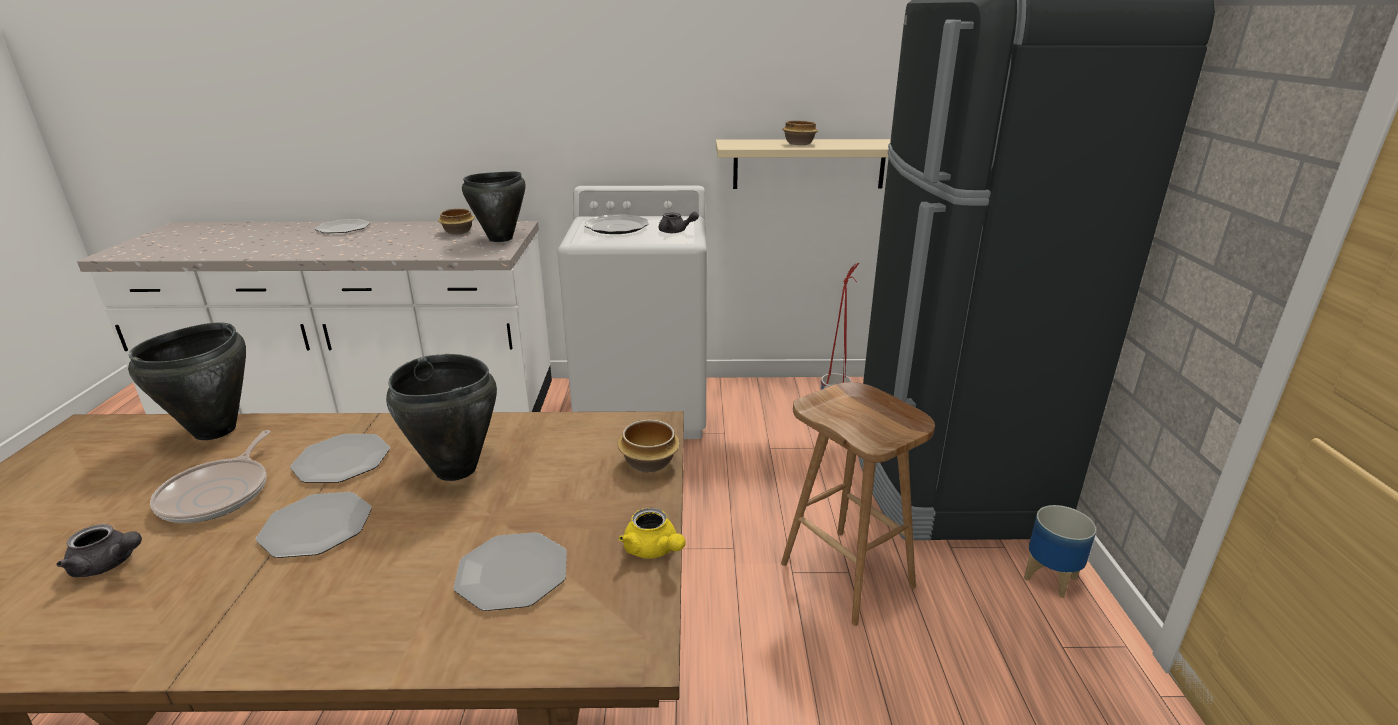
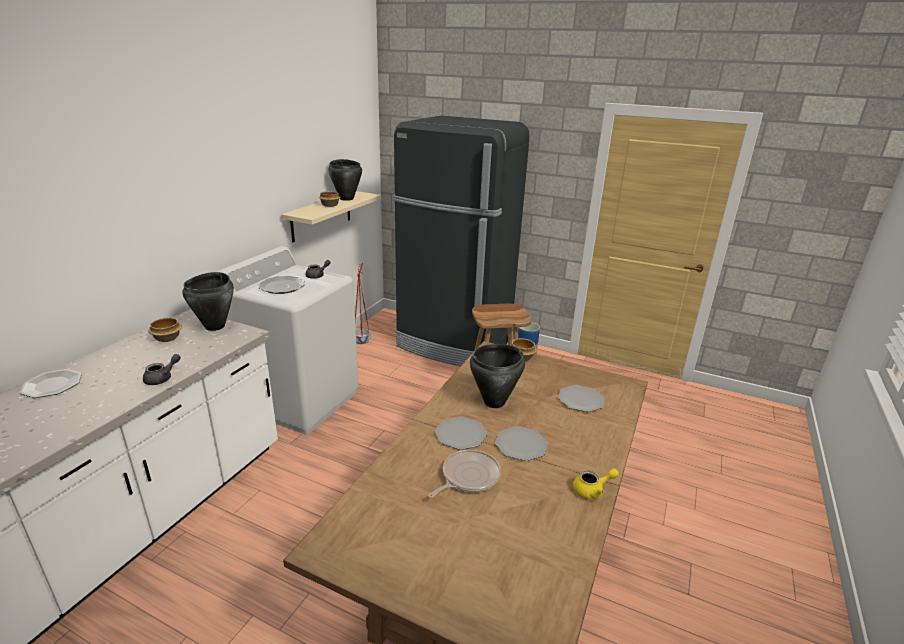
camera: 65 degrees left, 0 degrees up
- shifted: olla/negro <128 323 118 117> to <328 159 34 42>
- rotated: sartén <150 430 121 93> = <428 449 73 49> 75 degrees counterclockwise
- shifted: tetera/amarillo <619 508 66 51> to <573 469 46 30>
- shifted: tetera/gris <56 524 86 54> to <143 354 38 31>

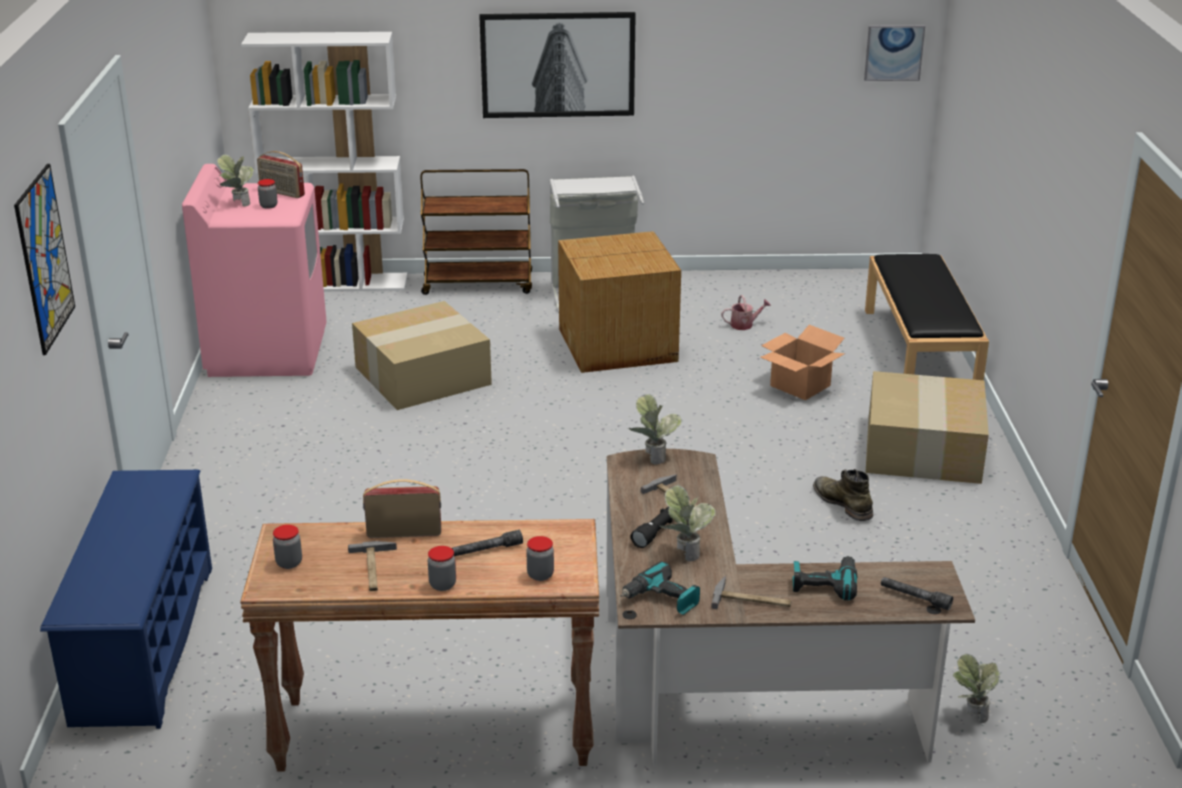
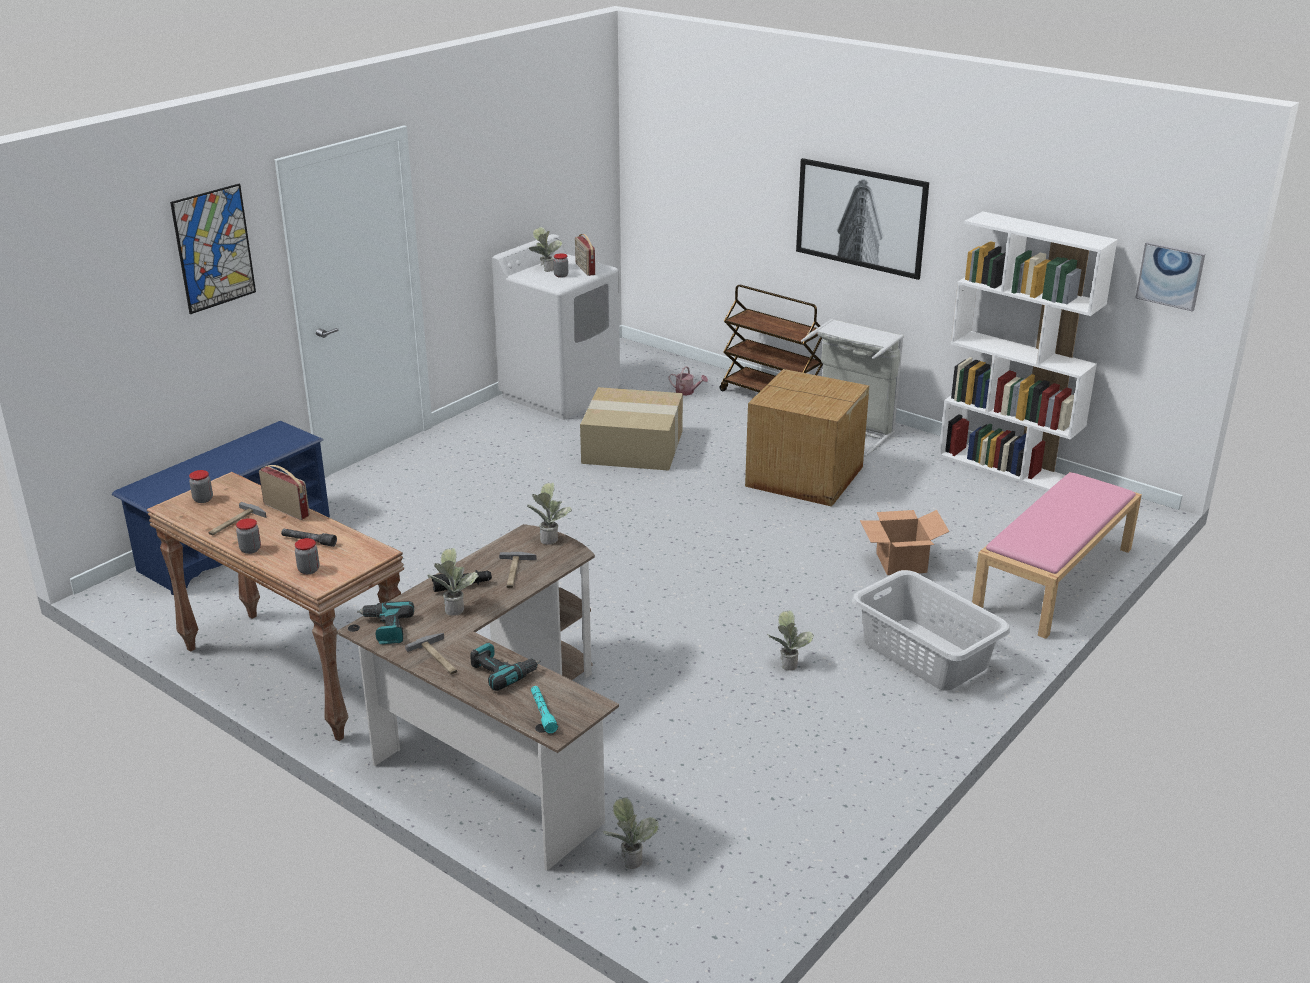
camera: 40 degrees right, 0 degrees up
- shifted: estantería/blanco <241 32 166 259> to <938 211 180 280>
- repainted: lavadora/rosa <182 164 145 213> to lavadora/blanco <492 234 128 186>
- repainted: banco/negro <865 254 124 126> to banco/rosa <972 472 170 167>
- shifted: regadera <722 295 49 35> to <668 366 40 30>
- swapped: caja de cartón <865 371 124 113> to cesto de la ropa/gris <852 570 158 121>
- swapped: bota/verde <813 469 60 52> to planta en maceta <767 611 47 59>
- repainted: linterna/gris <881 577 72 33> to linterna/turquesa <531 686 27 48>

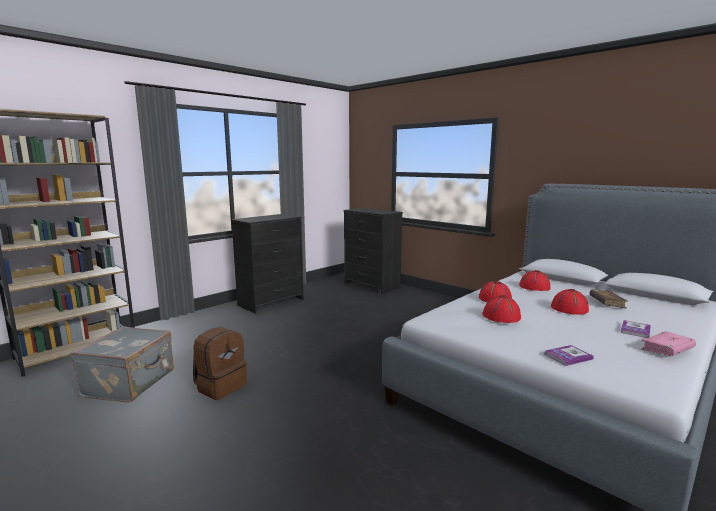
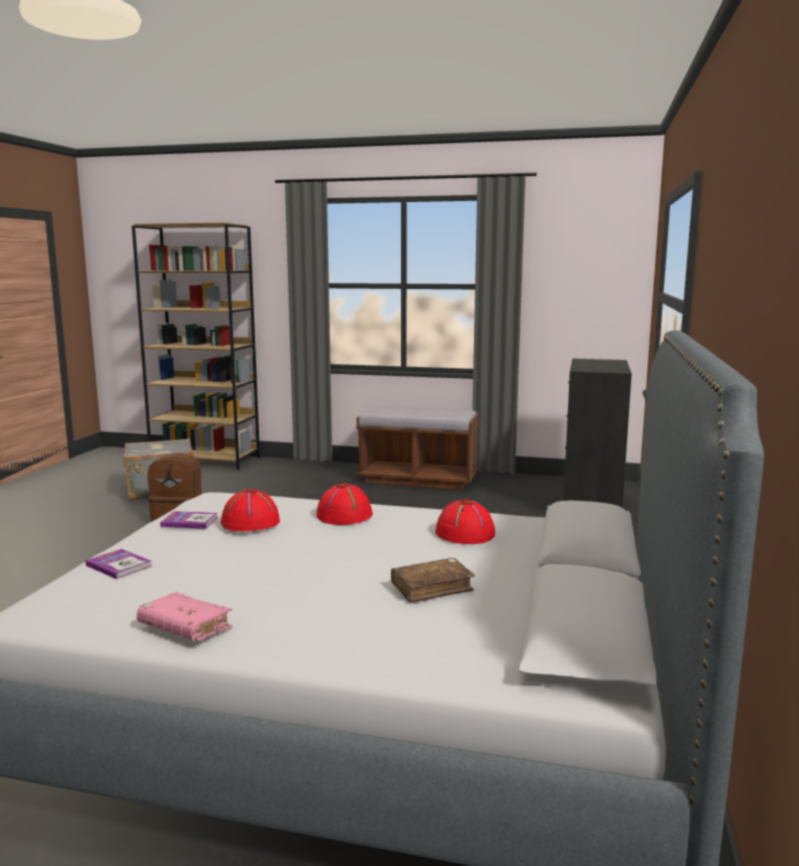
camera: 60 degrees right, 0 degrees up
- swapped: cómoda/negro <231 214 73 100> to banco/marrón <356 407 123 82>
- gone: sombrero/rojo <551 289 38 26>
- shifted: libro <620 320 31 18> to <160 511 58 18>

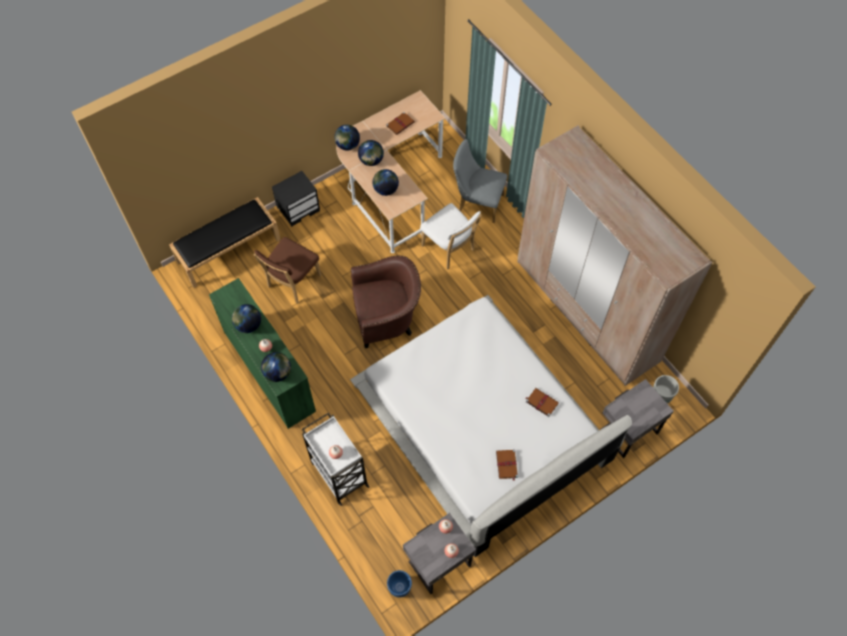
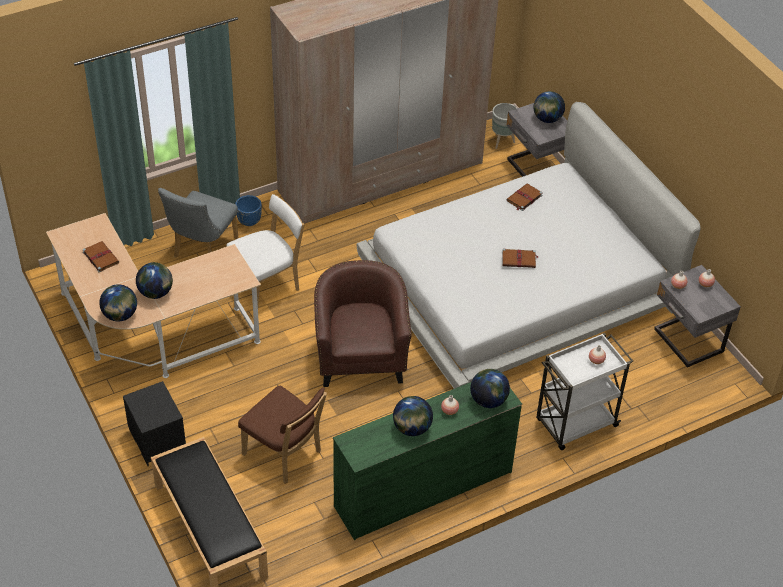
camera: 85 degrees left, 15 degrees down
- shifted: globo terráqueo <373 169 26 27> to <534 91 31 32>
- shifted: libro/marrón <496 450 22 30> to <502 248 36 20>
- shifted: maceta/azul <387 570 25 28> to <235 195 27 31>

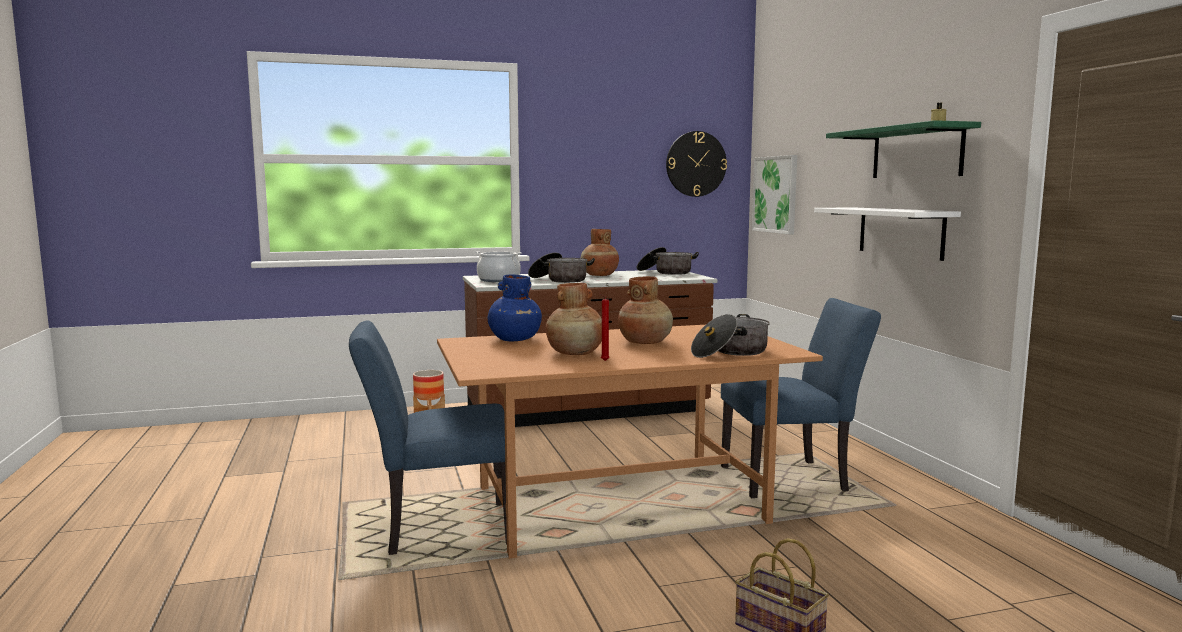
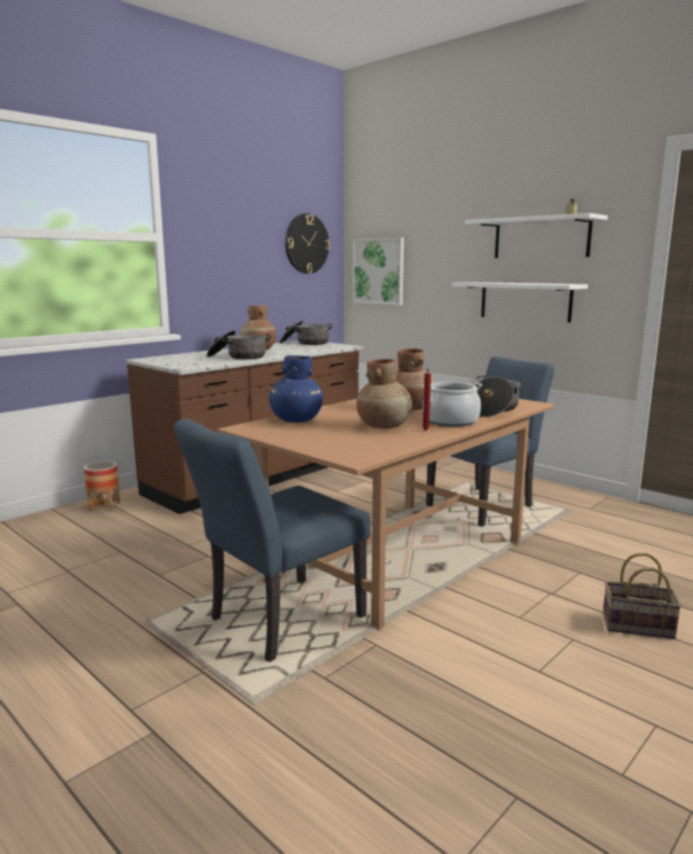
camera: 30 degrees left, 5 degrees up
- repainted: estante/verde <826 120 155 58> to estante/blanco <465 213 143 45>
- shifted: olla <476 251 46 31> to <422 382 61 45>

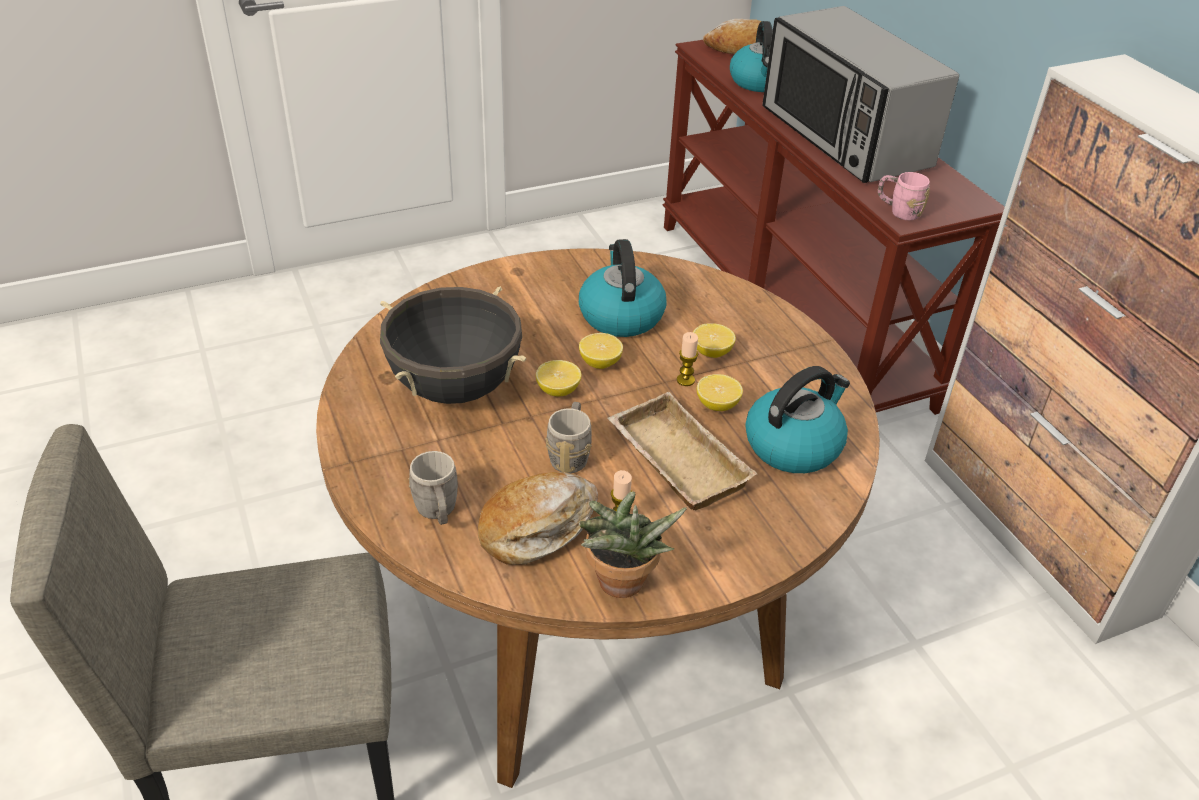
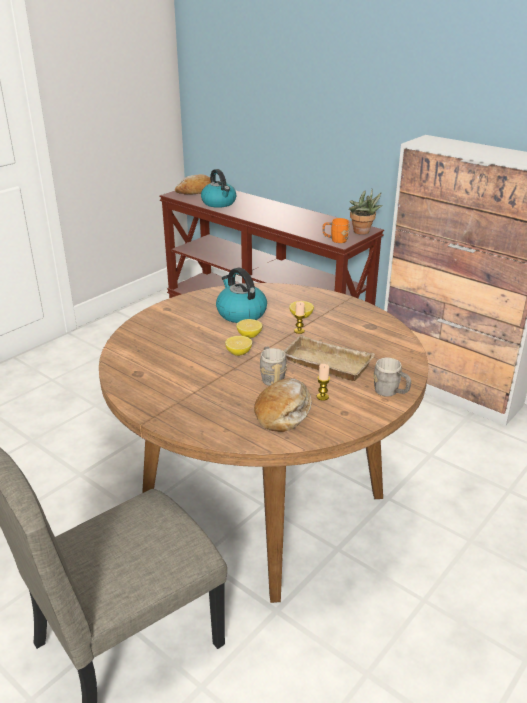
camera: 25 degrees left, 10 degrees down
- gone: microondas <762 6 197 177>
- repainted: taza grande/rosa <878 172 52 48> to taza grande/naranja <322 218 28 25>
- gone: olla/negro <380 286 146 118>
- gone: hervidor <745 366 105 107>
- gone: limón <697 374 46 37>
- shifted: taza grande/gris <408 451 50 74> to <373 358 38 39>
- shifted: planta en maceta <579 491 108 107> to <349 189 34 46>

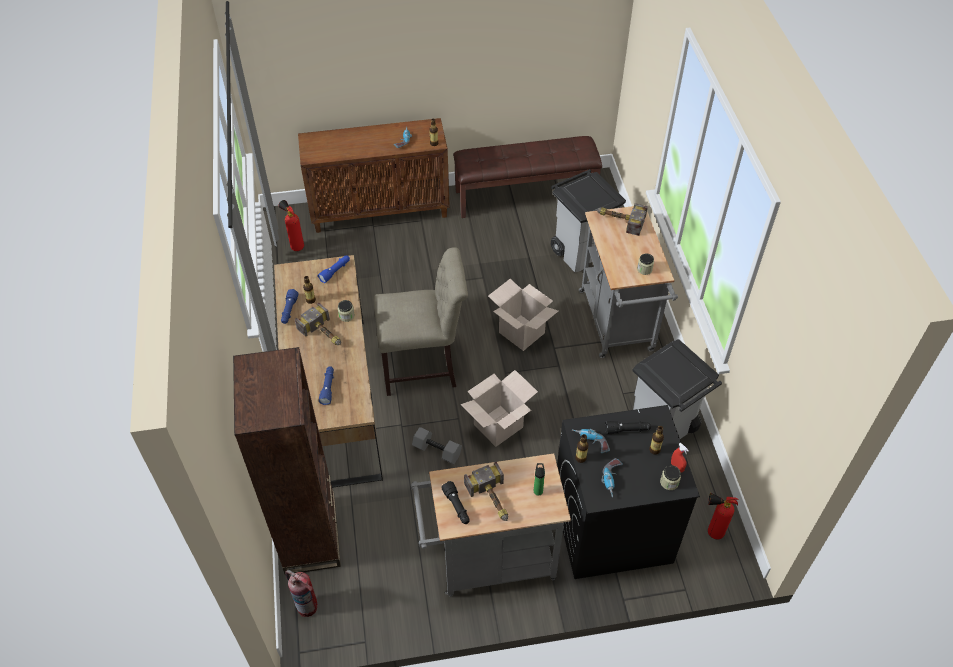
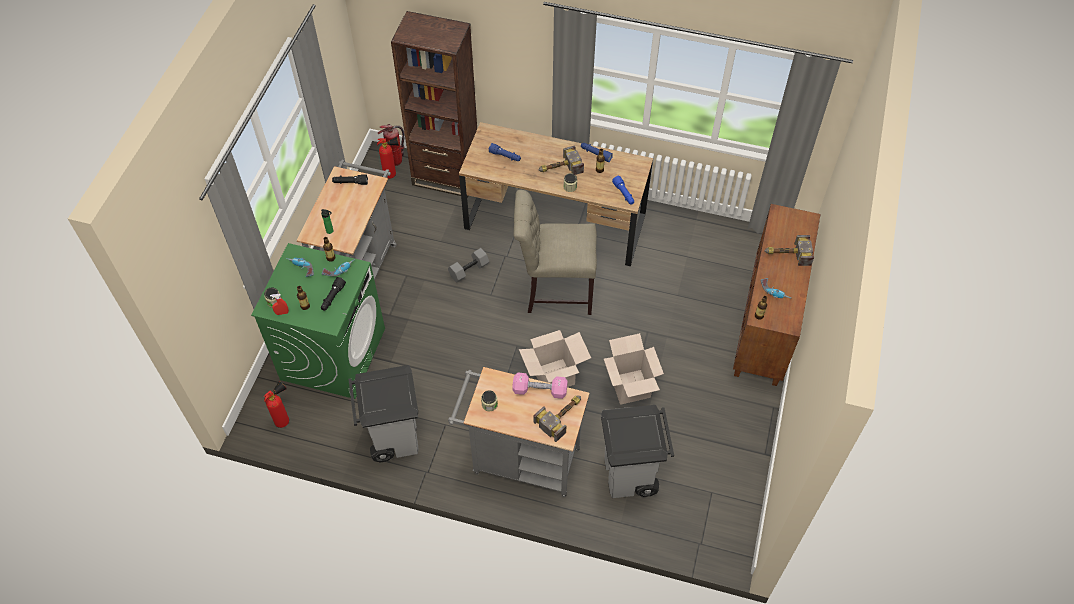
camera: 115 degrees right, 5 degrees up
- gone: banco/marrón <453 136 149 82>
- shifted: extintor <278 200 26 51> to <377 137 22 42>
- rotated: silla/beis <374 247 94 149> = <513 190 84 125> 75 degrees clockwise
- shifted: caja de cartón <461 370 77 77> to <604 333 60 72>
- repainted: lavadora/negro <557 405 143 174> to lavadora/verde <251 243 134 156>
- shifted: martillo <464 462 44 59> to <764 235 50 31>
- new: mancuerna/rosa <512 373 56 26>

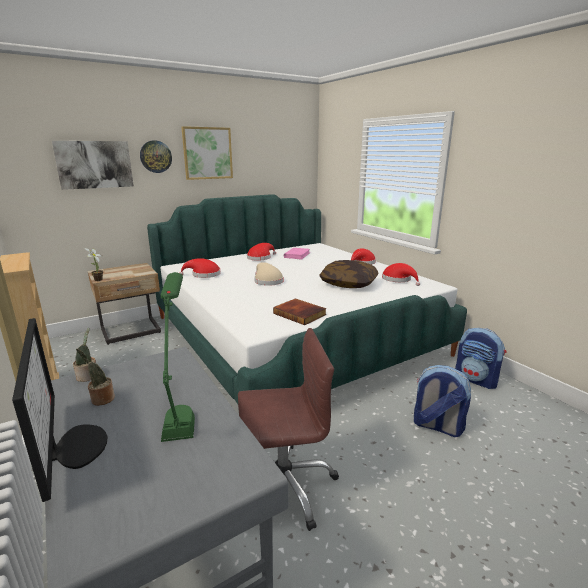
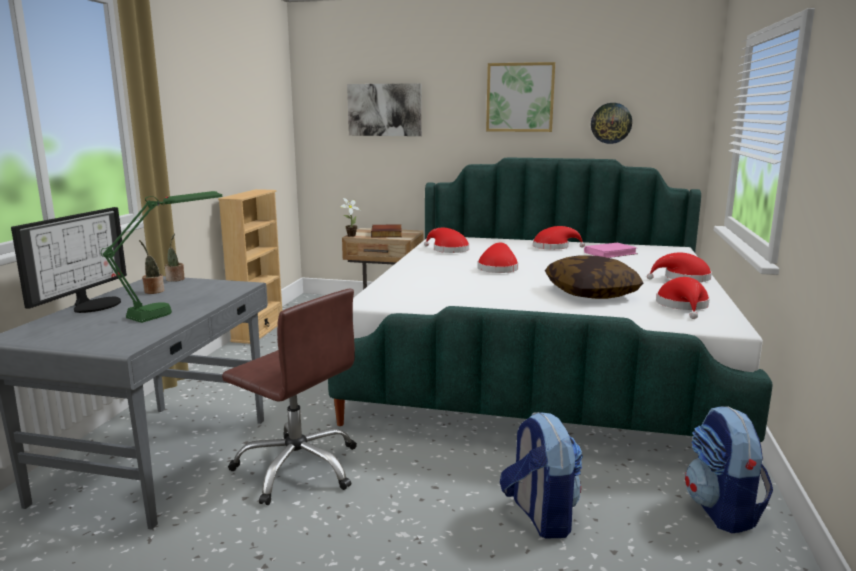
camera: 45 degrees right, 5 degrees down
- shifted: reloj de pared <140 140 32 33> to <591 103 41 41>
- repainted: sombrero/beis <254 262 29 24> to sombrero/rojo <478 242 40 31>
- shifted: libro <273 298 54 27> to <371 224 31 14>

